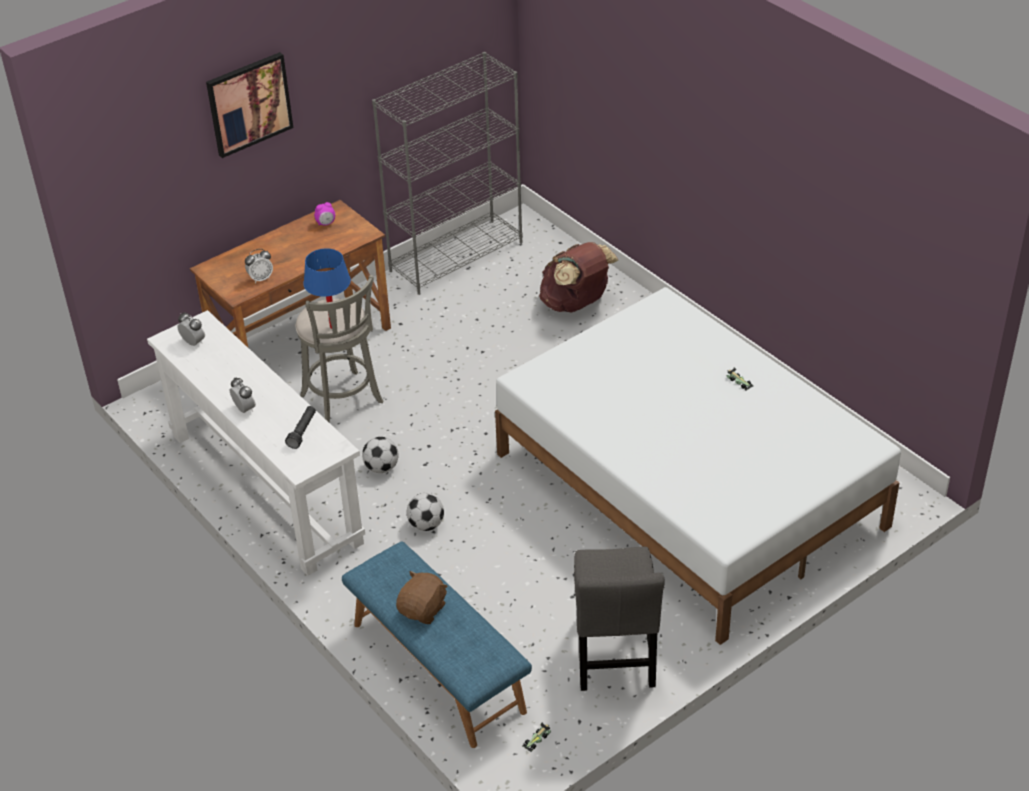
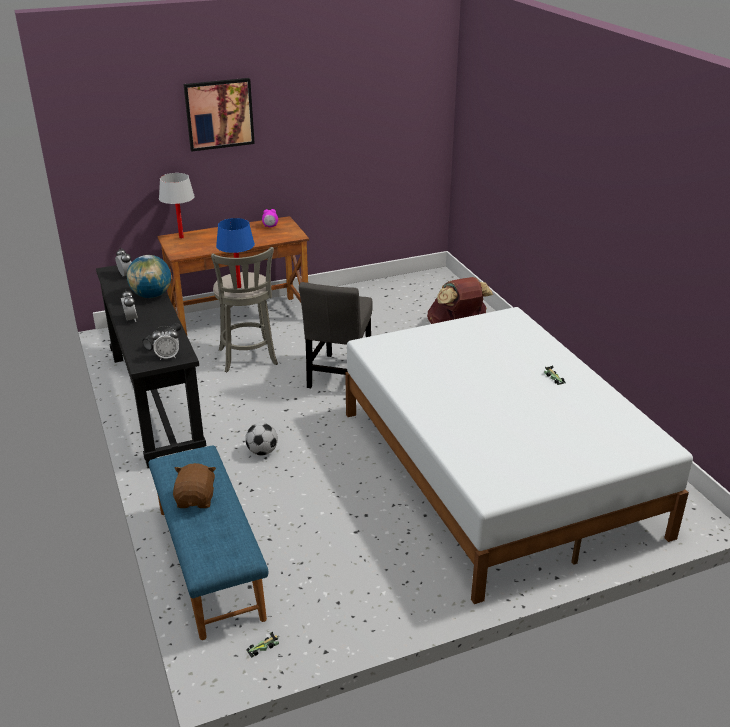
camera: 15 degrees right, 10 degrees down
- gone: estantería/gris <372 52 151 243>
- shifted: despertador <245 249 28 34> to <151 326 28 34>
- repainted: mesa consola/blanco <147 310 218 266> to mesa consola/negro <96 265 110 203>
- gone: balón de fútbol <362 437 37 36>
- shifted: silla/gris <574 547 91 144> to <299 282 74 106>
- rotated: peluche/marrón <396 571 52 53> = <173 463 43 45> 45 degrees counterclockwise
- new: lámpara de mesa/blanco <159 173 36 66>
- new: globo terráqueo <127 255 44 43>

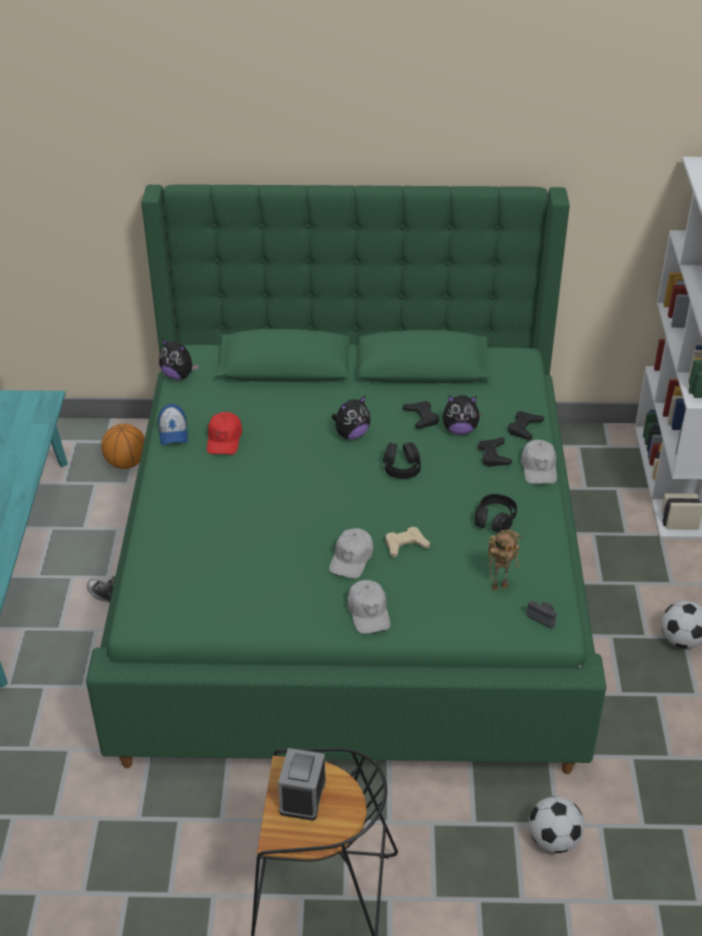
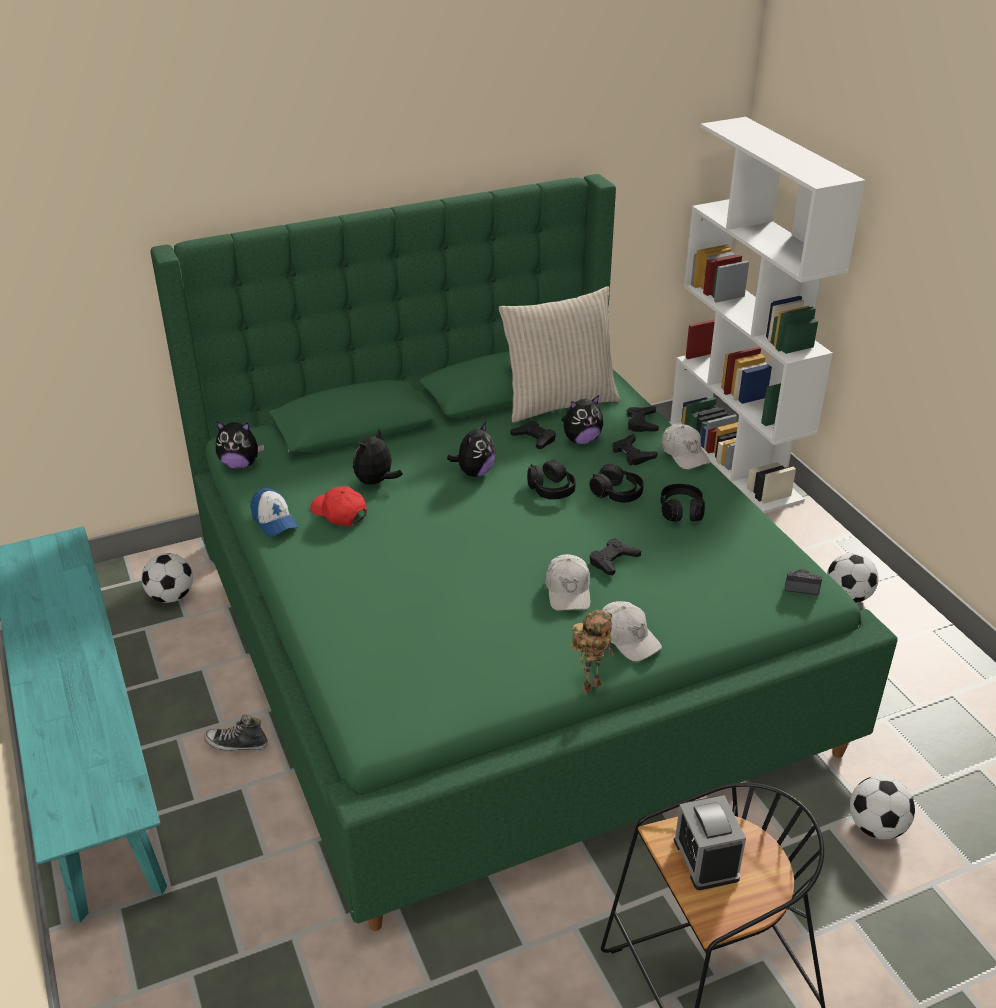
camera: 25 degrees left, 5 degrees down
- rotated: gorra/rojo <207 412 35 43> = <310 486 57 40> 150 degrees clockwise
- swapped: balón de baloncesto <101 424 44 45> to balón de fútbol <142 553 51 50>
- repainted: mando de consola/beis <386 527 44 30> to mando de consola/negro <590 539 51 36>
- shifted: robot de juguete <488 529 33 62> to <572 609 41 84>
- new: cojín/beis <499 286 121 137>
- new: peluche <353 429 50 56>
- new: auriculares/negro <589 464 55 39>

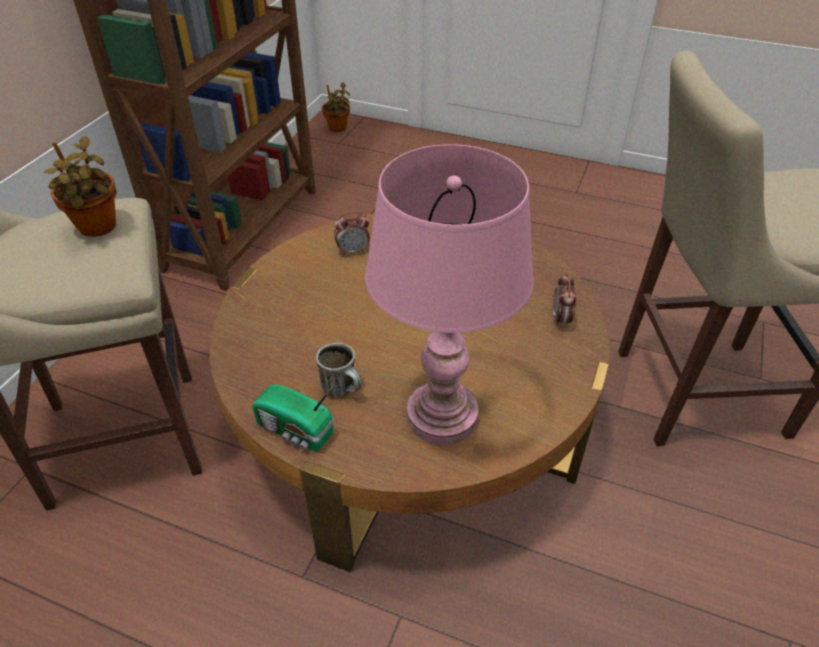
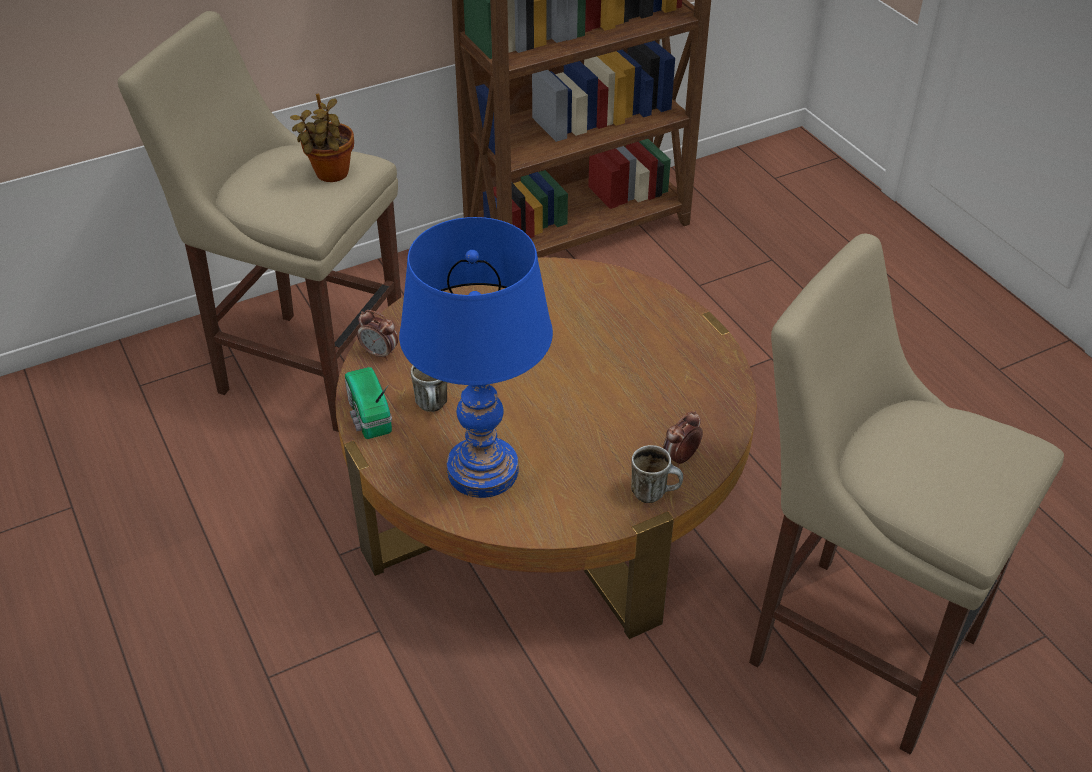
camera: 40 degrees right, 0 degrees up
- gone: planta en maceta <322 82 28 50>
- repainted: lámpara de mesa/rosa <365 144 169 301> to lámpara de mesa/azul <399 217 154 281>
- shifted: despertador <334 211 36 45> to <357 310 41 51>
- new: taza grande <631 445 52 58>

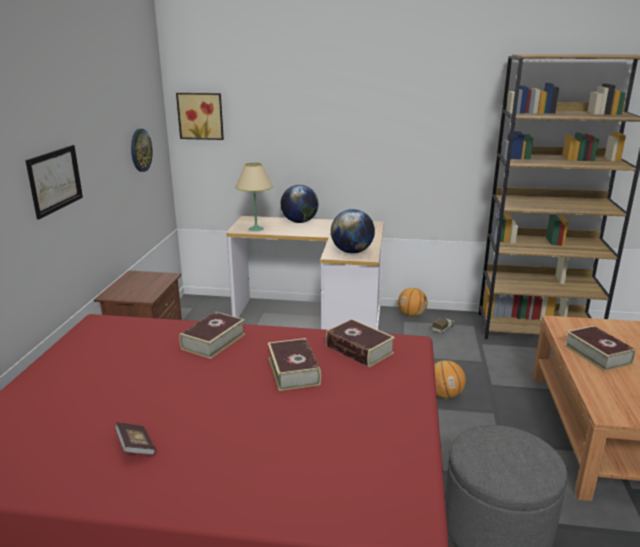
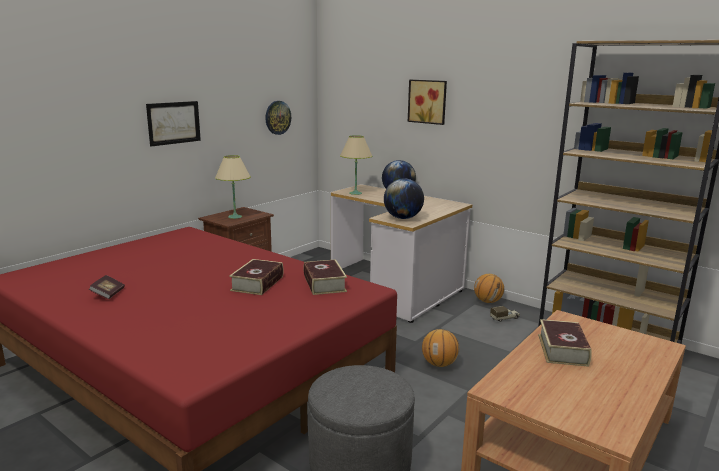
camera: 30 degrees right, 5 degrees down
- shifted: cuadro <176 93 48 47> to <408 80 39 45>
- gone: libro <179 312 66 47>
- new: lámpara de mesa/beis <215 155 36 64>

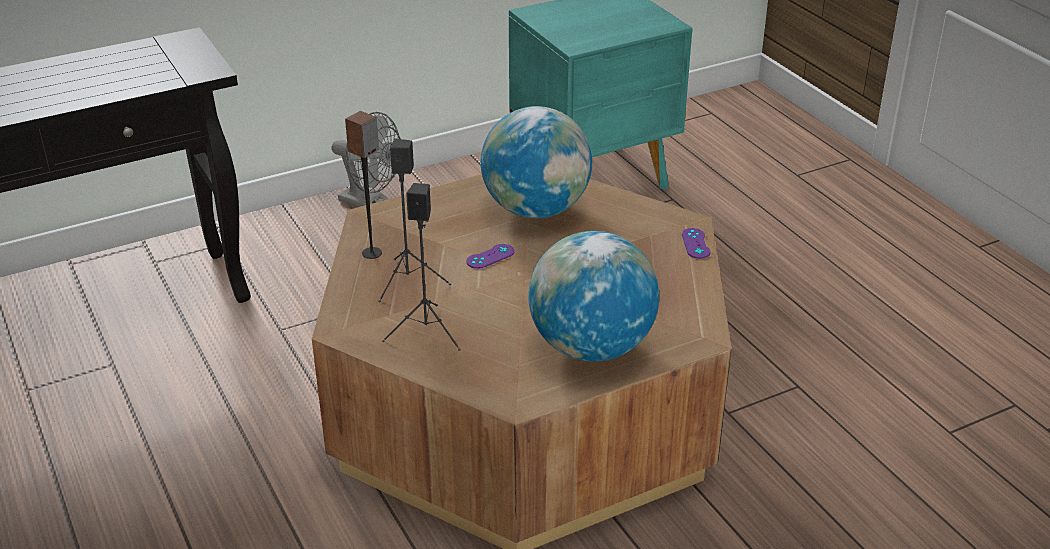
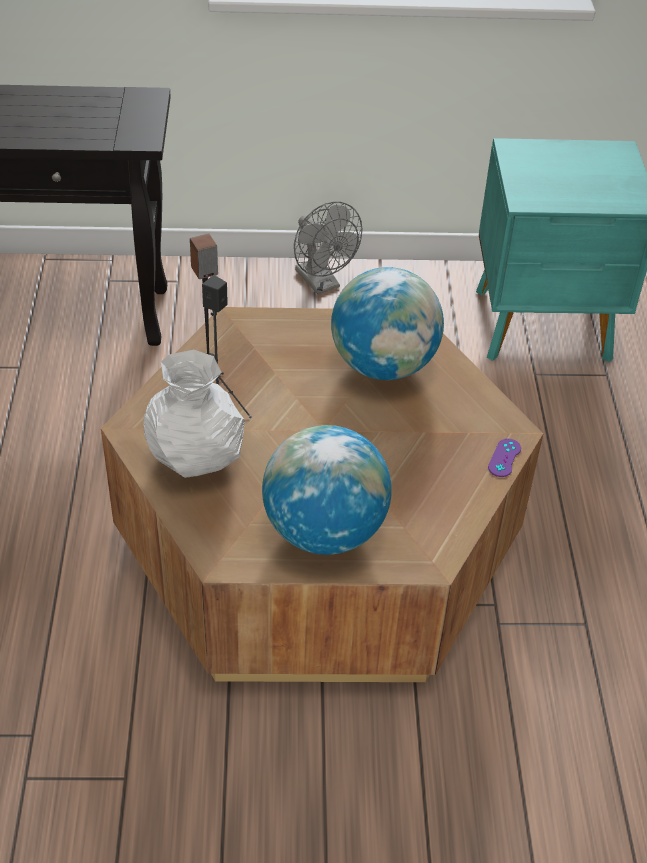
camera: 25 degrees right, 10 degrees up
- swapped: altavoz/negro <382 183 79 168> to florero/blanco <143 350 102 128>
- gone: mando de consola/morado <466 244 48 25>

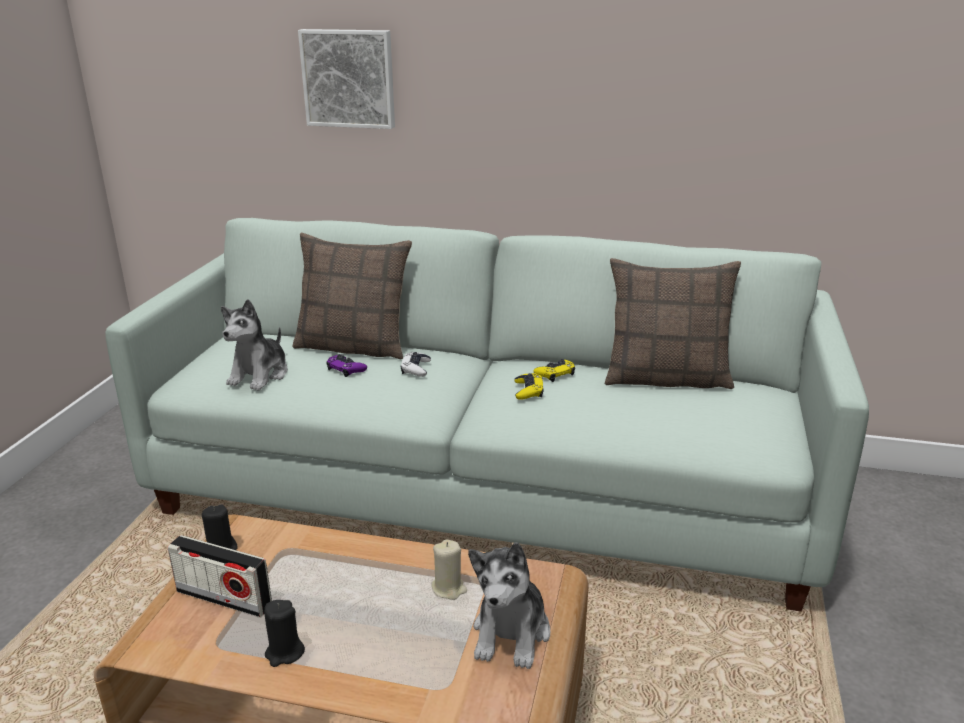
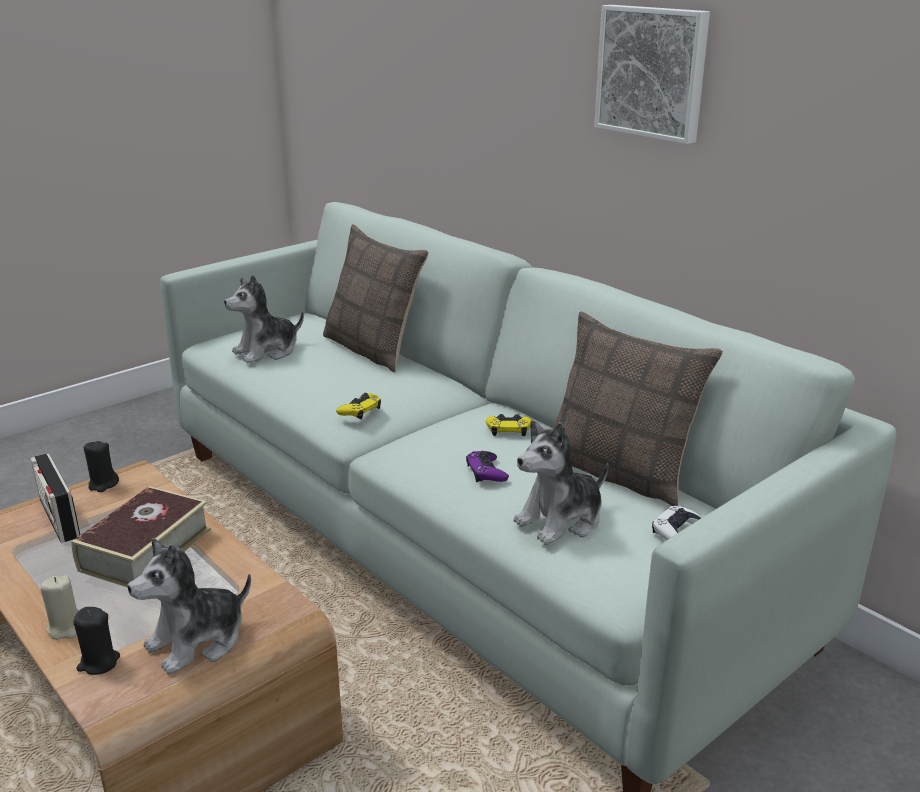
camera: 35 degrees right, 0 degrees up
- shifted: cuadro <298 29 97 100> to <594 5 116 139>
- shifted: mando de consola/blanco <401 352 30 25> to <652 505 50 35>
- shifted: mando de consola/morado <326 354 41 23> to <466 451 43 31>
- shifted: mando de consola/amarillo <514 373 30 27> to <336 393 45 26>
- shifted: vela/beis <431 539 36 61> to <40 575 39 65>
- shifted: vela/negro <264 600 41 67> to <73 607 47 68>
- new: peluche <513 420 96 125>
- new: libro <71 486 140 101>

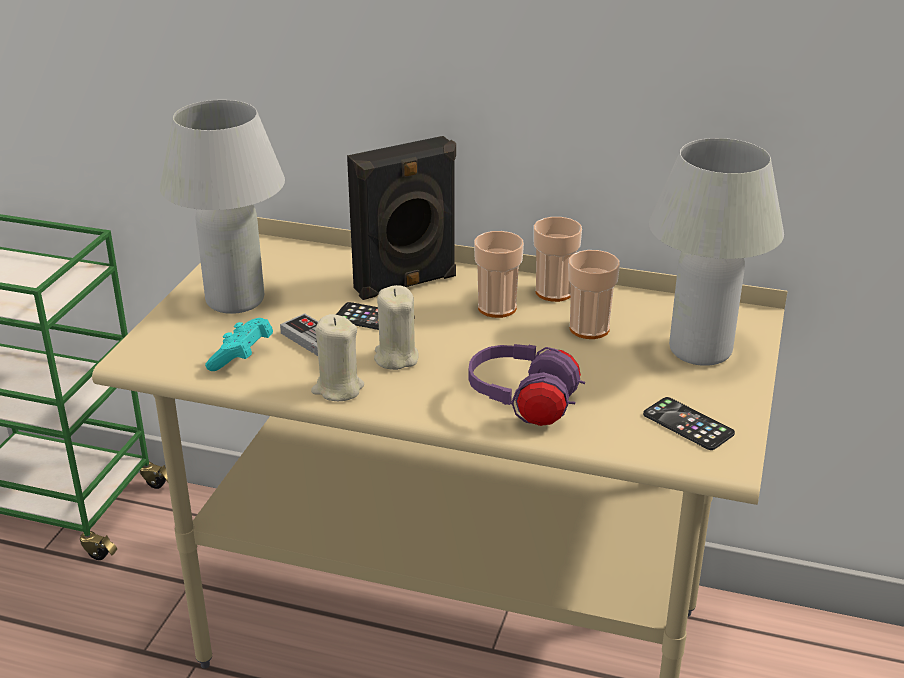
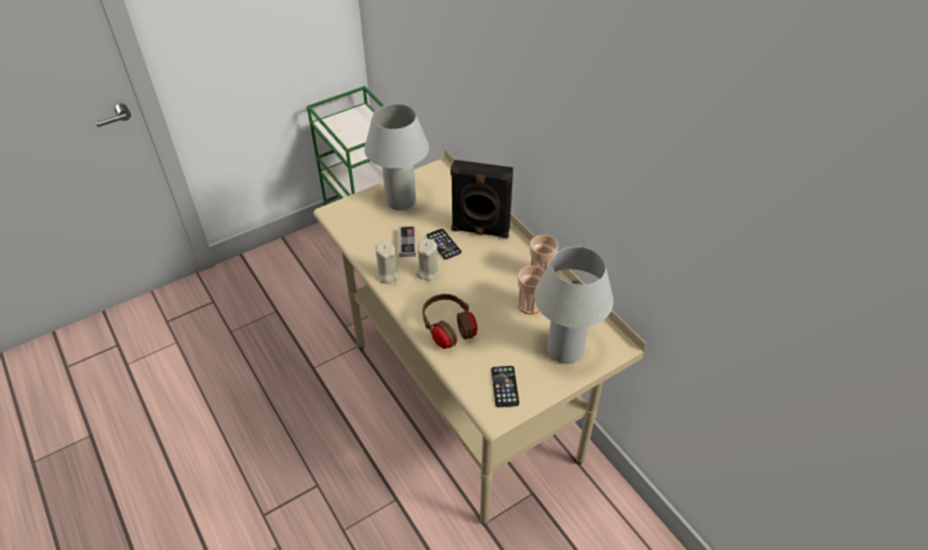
camera: 40 degrees right, 15 degrees up
- gone: taza <474 231 50 87>
- gone: mando de consola/turquesa <205 318 68 53>
- repainted: auriculares/morado <468 344 117 82> to auriculares/marrón <422 294 55 55>

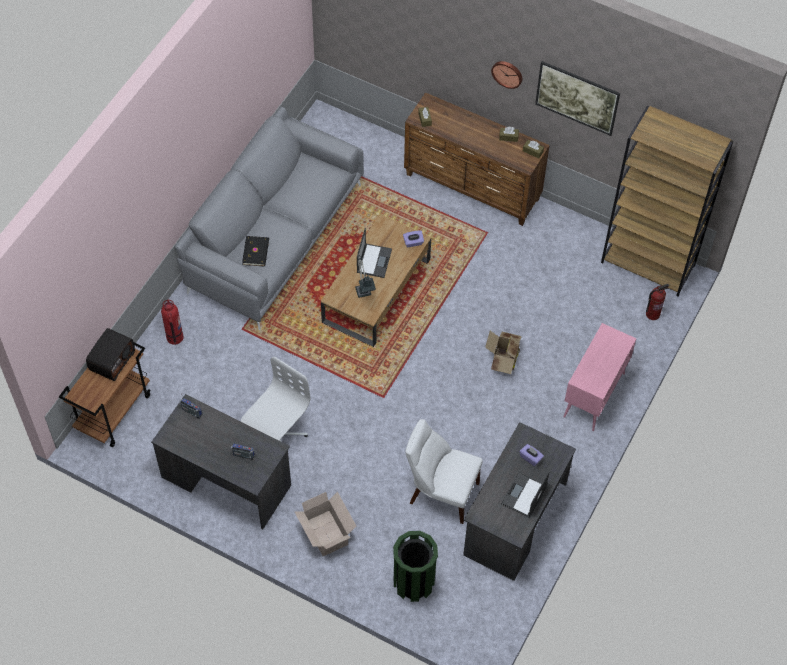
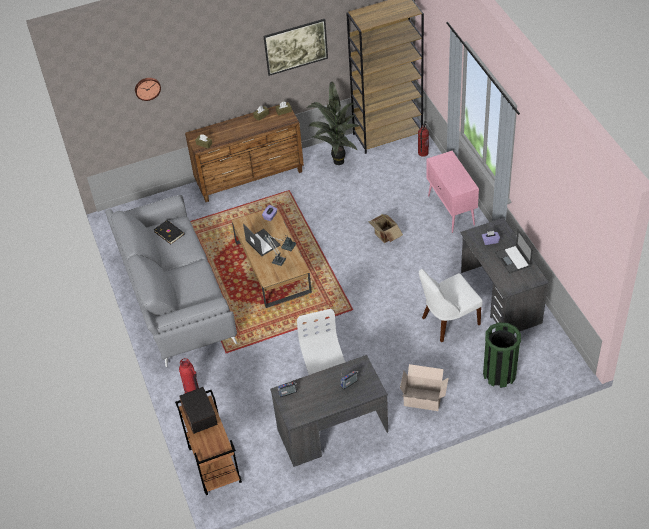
camera: 45 degrees left, 10 degrees down
- shifted: reloj de pared <491 61 31 28> to <135 78 26 23>
- shifted: libro/negro <242 236 27 30> to <153 220 31 24>
- new: planta en maceta <307 82 52 83>

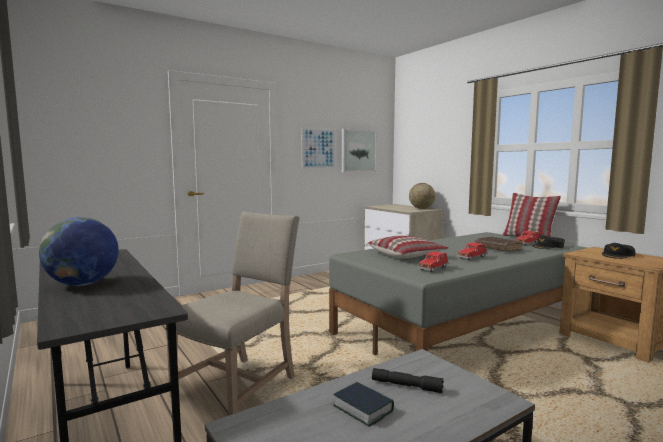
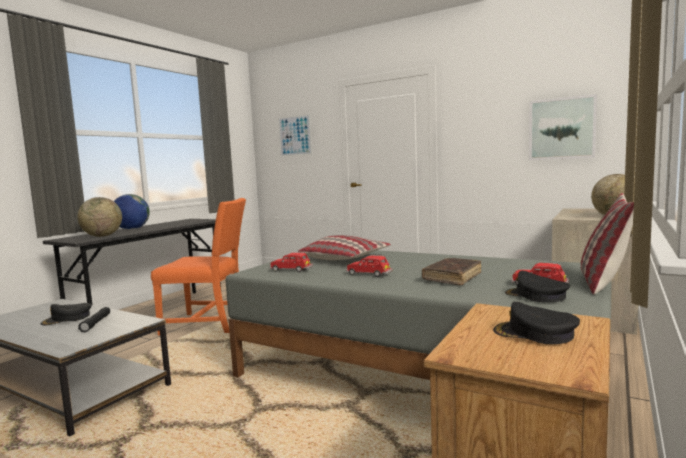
camera: 65 degrees right, 0 degrees up
- shifted: cuadro <302 127 34 42> to <278 114 34 43>
- repainted: silla/beis <165 211 135 204> to silla/naranja <151 198 95 138>
- swapped: libro <333 382 61 45> to gorra/negro <41 303 51 22>
- new: globo terráqueo <77 197 45 40>

